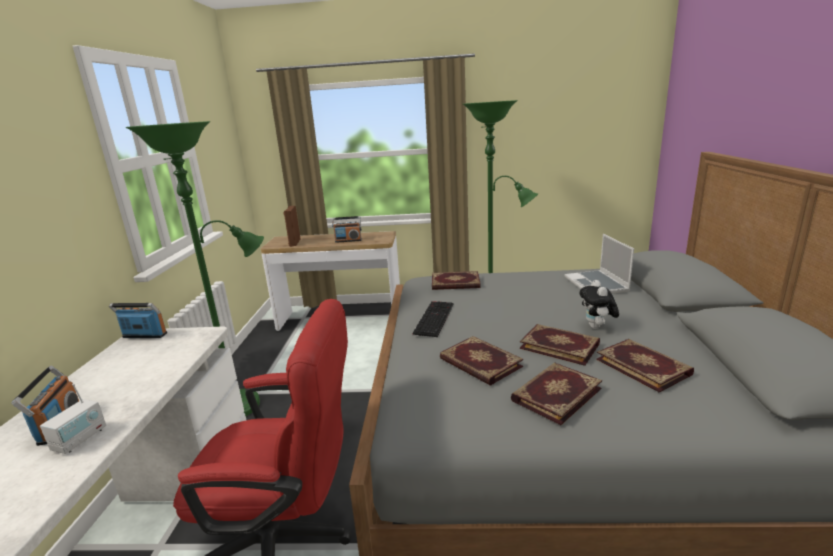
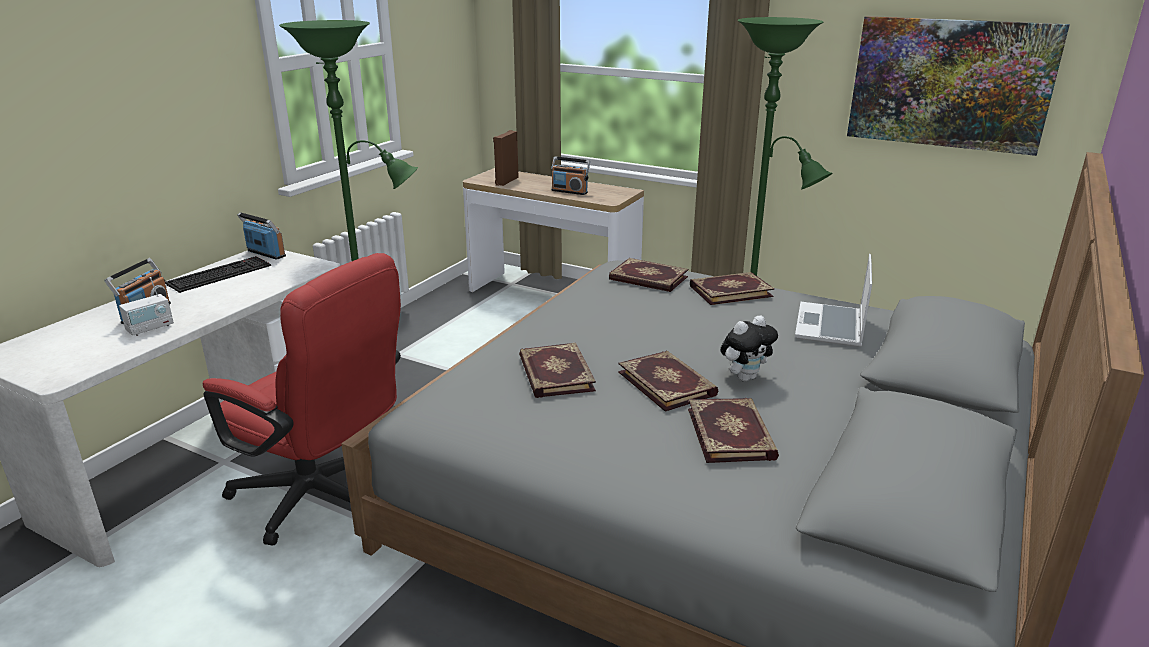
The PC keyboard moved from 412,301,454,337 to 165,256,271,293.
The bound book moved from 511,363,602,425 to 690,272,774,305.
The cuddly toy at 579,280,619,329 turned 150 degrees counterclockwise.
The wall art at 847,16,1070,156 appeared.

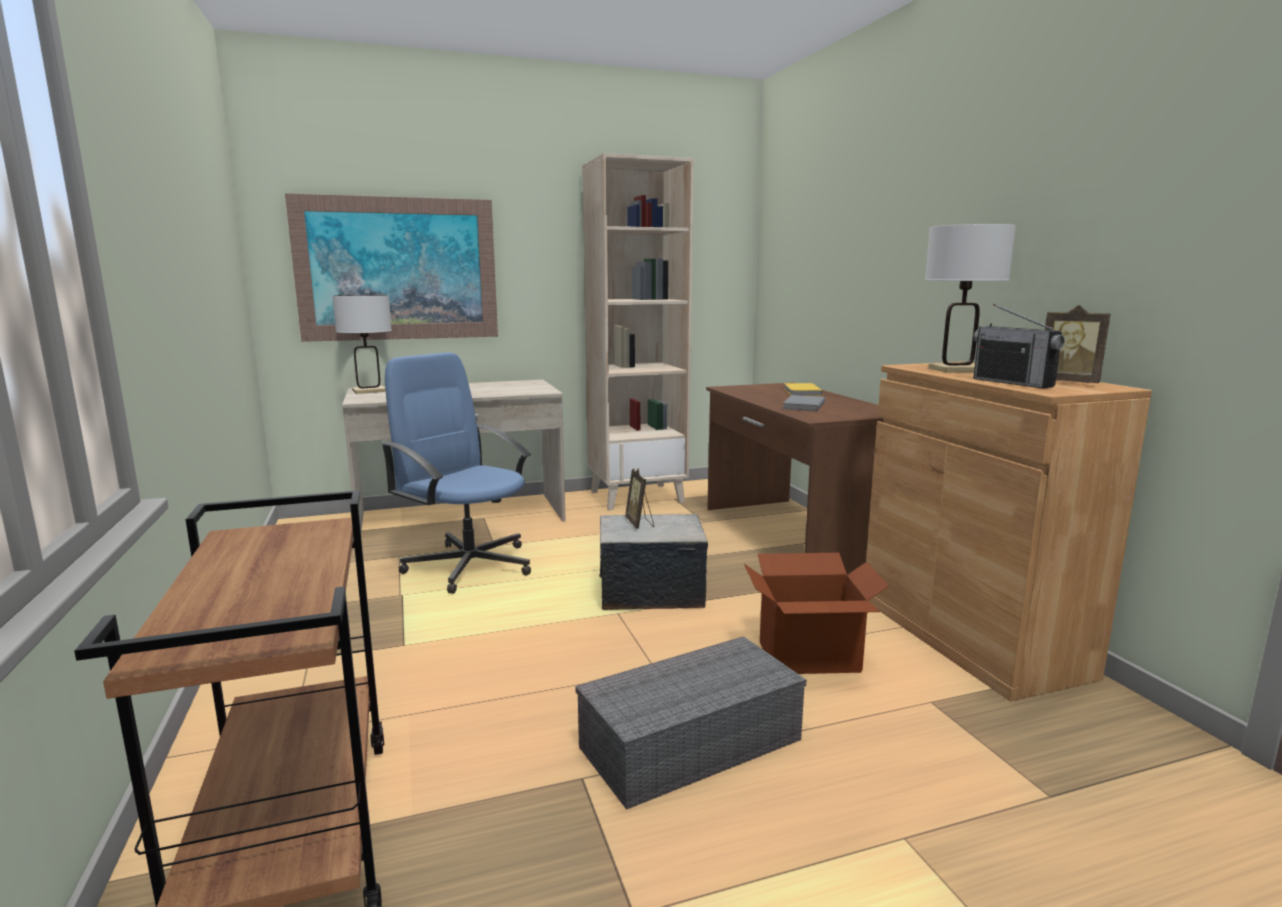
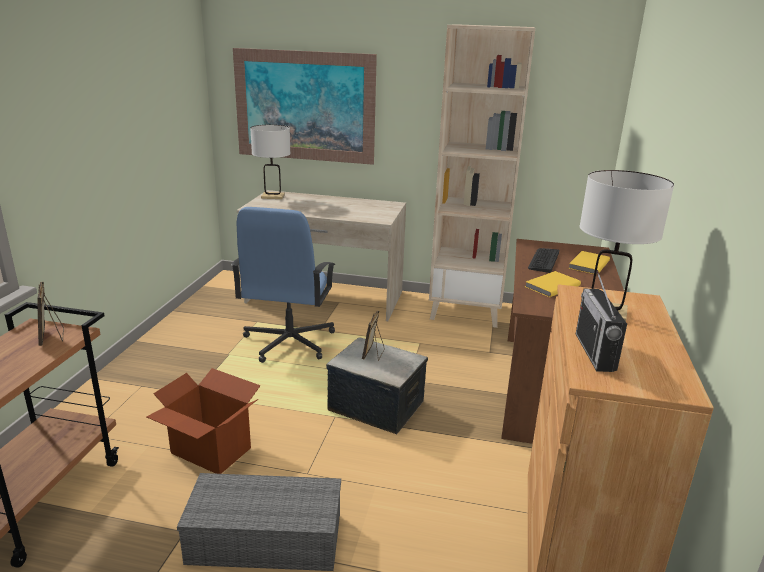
The picture frame moved from 1045,305,1111,383 to 37,282,64,346.
The carton moved from 744,553,889,674 to 146,368,261,474.
The computer chair (blue) at 381,352,531,594 turned 150 degrees counterclockwise.
The bound book (grey) at 783,395,825,411 became the bound book (yellow) at 525,271,581,297.
The PC keyboard at 528,248,559,273 appeared.

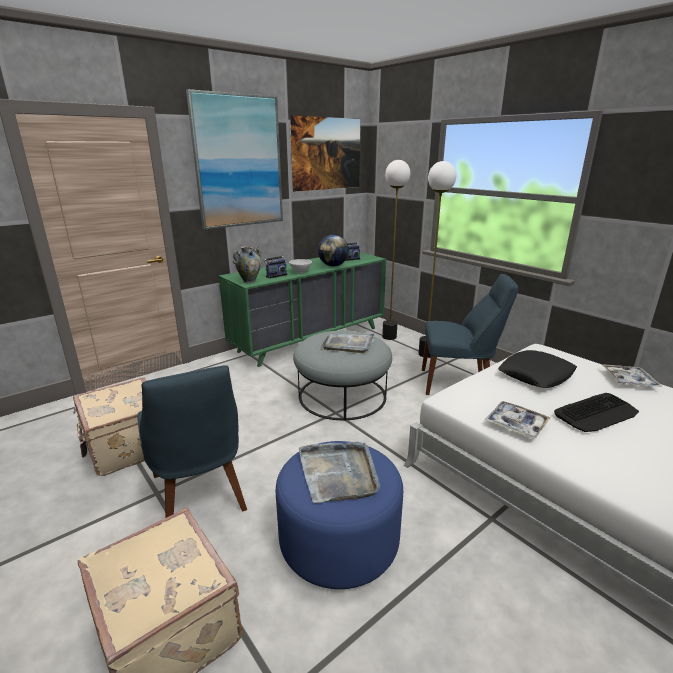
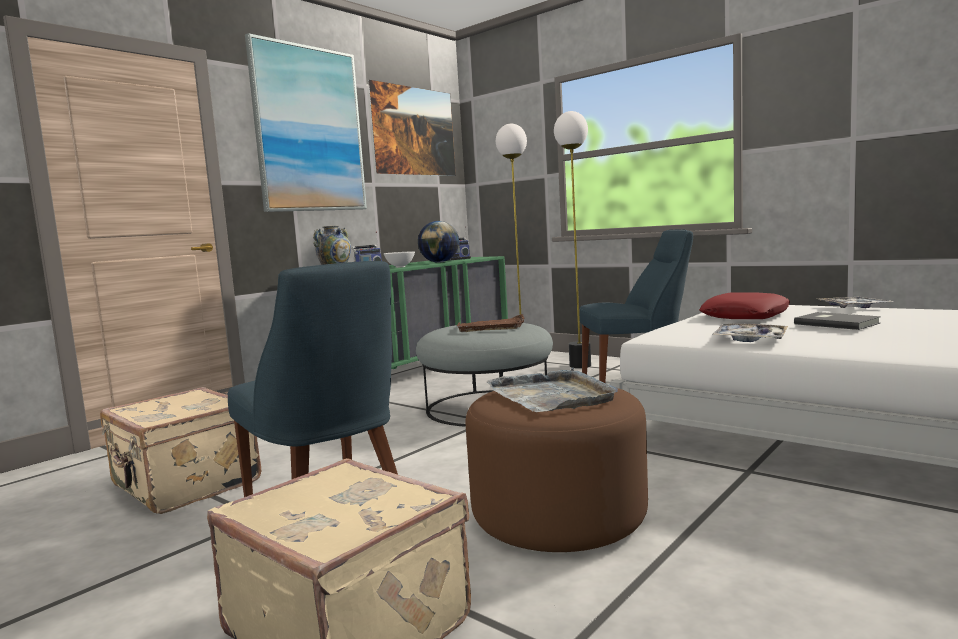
The tray (grey) at 321,333,375,353 became the tray (brownish) at 457,314,525,332.
The ottoman (blue) at 276,441,403,589 became the ottoman (brownish) at 466,388,648,552.
The cushion (blackish) at 498,350,577,388 became the cushion (red) at 699,292,790,319.
The PC keyboard at 554,393,639,432 was replaced by the bound book (grey) at 794,312,881,330.

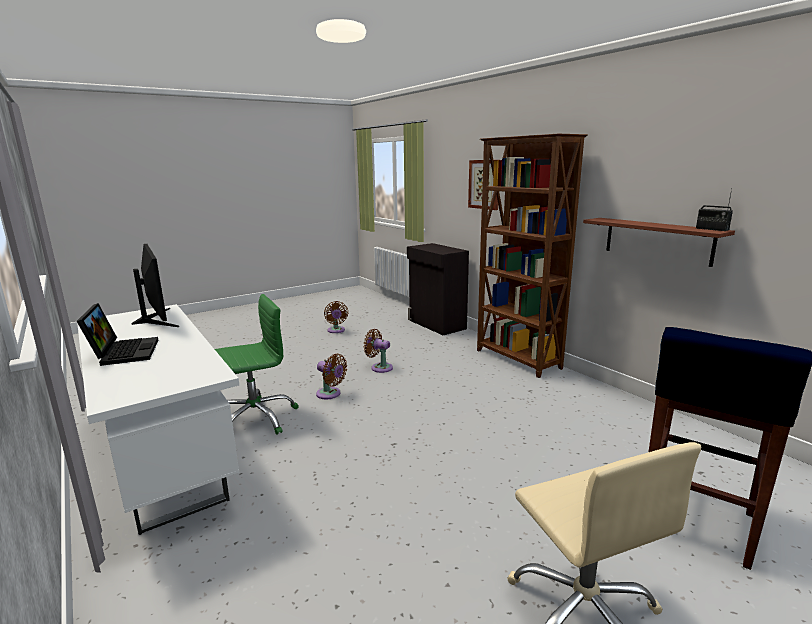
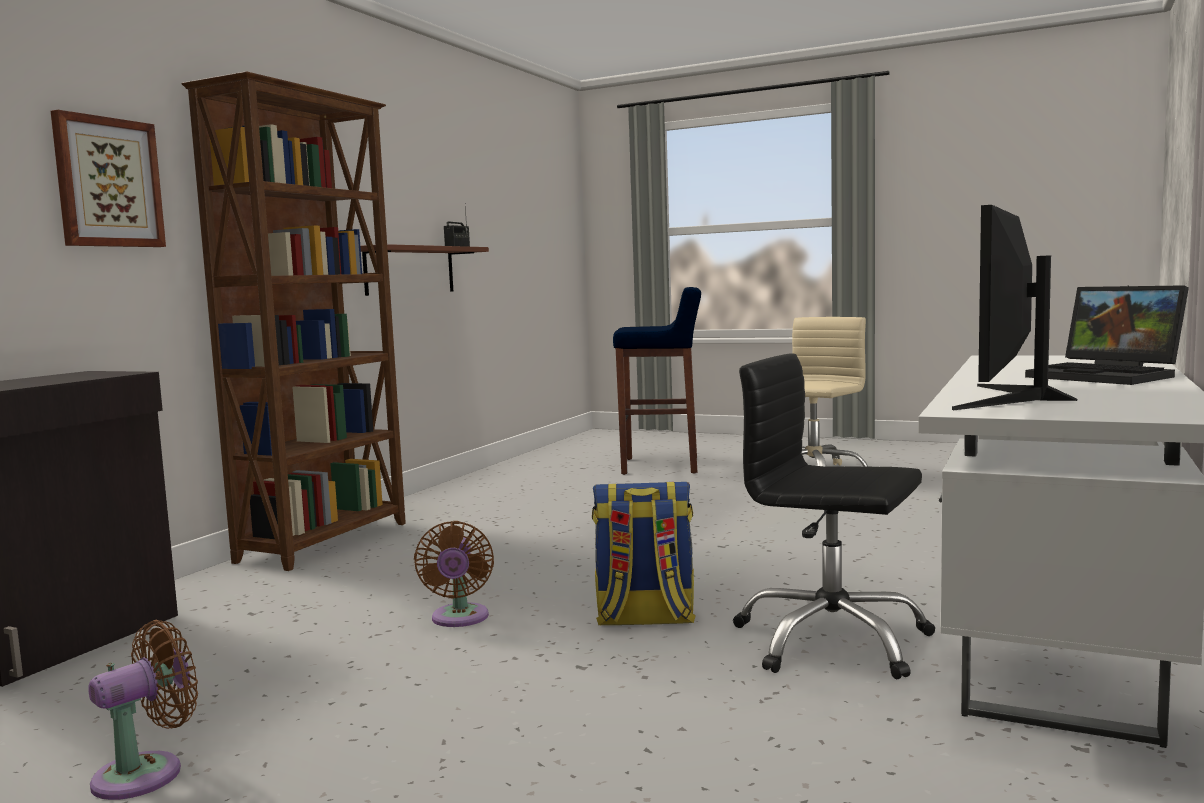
The electric fan (brownish) at 316,354,347,399 was replaced by the knapsack at 592,482,696,625.
The computer chair (greenish) at 215,294,299,435 became the computer chair (blackish) at 733,354,935,679.
The portable computer at 77,303,158,366 turned 75 degrees counterclockwise.

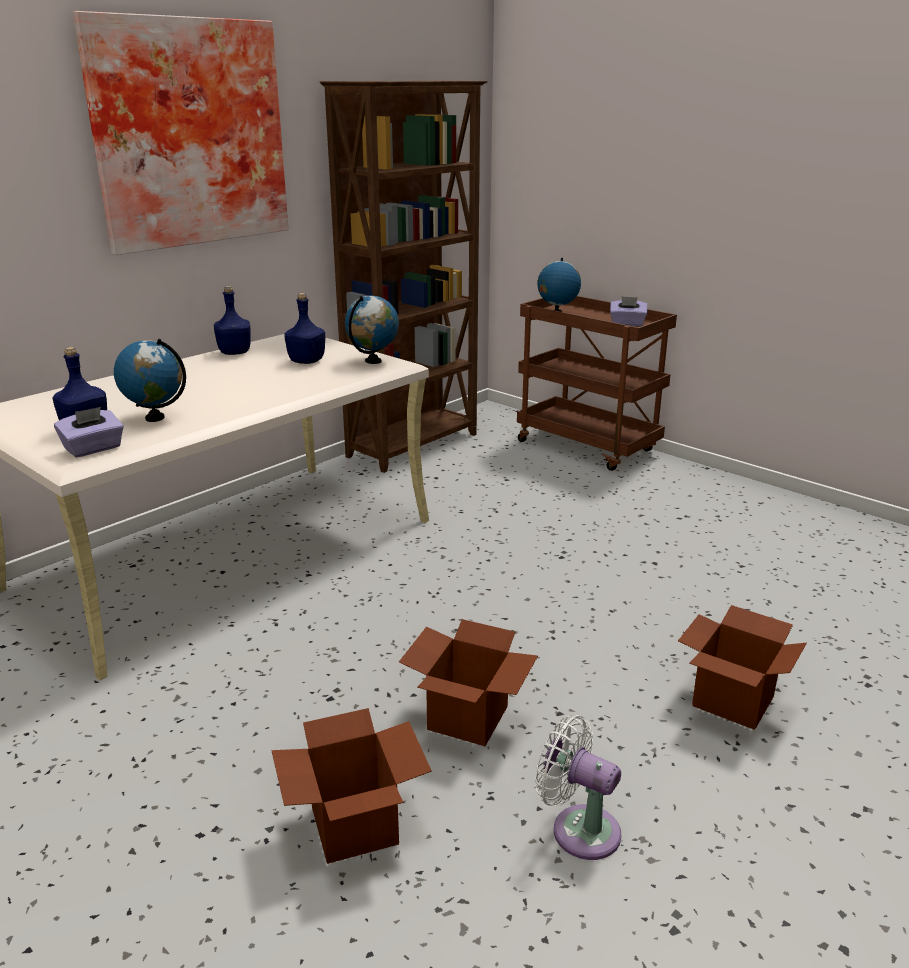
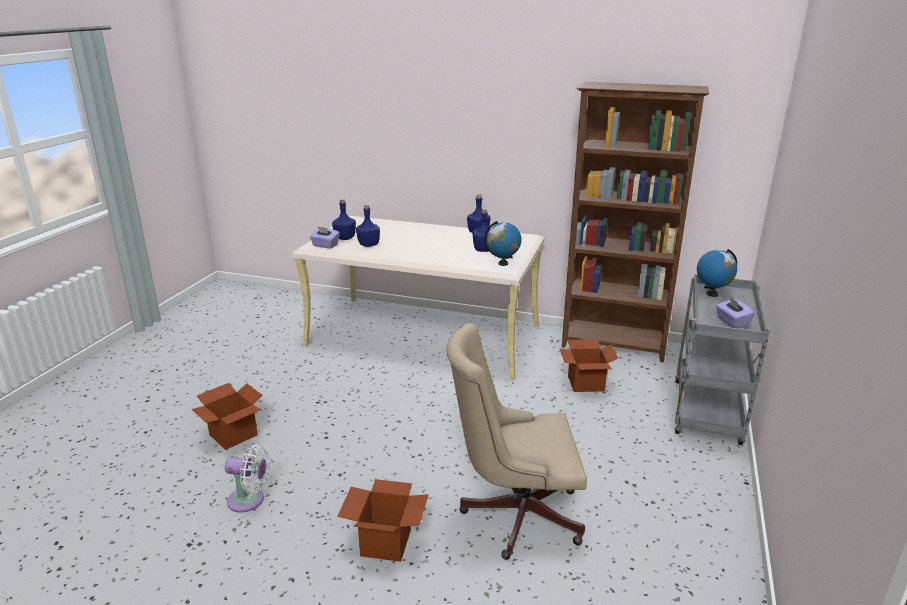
The electric fan (white-coloured) at 535,715,621,860 turned 90 degrees clockwise.
The globe at 114,339,186,422 was replaced by the beverage bottle (blue) at 356,205,380,247.
The computer chair (beige-coloured) at 446,323,587,560 appeared.
The carton moved from 399,619,538,746 to 559,339,618,392.
The wheeled cart (brownish) at 517,296,677,471 became the wheeled cart (grey) at 675,274,770,445.
The wall art at 73,11,289,255 disappeared.

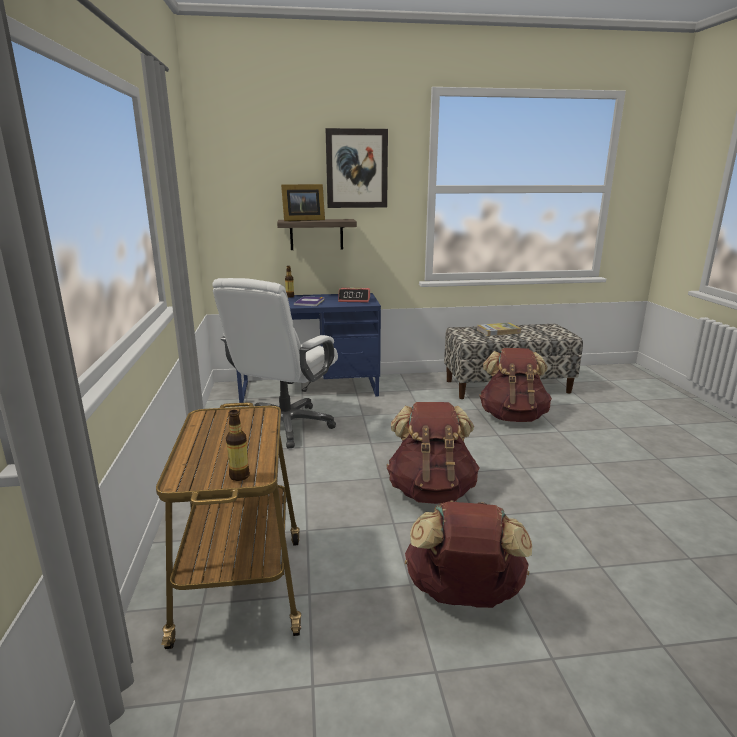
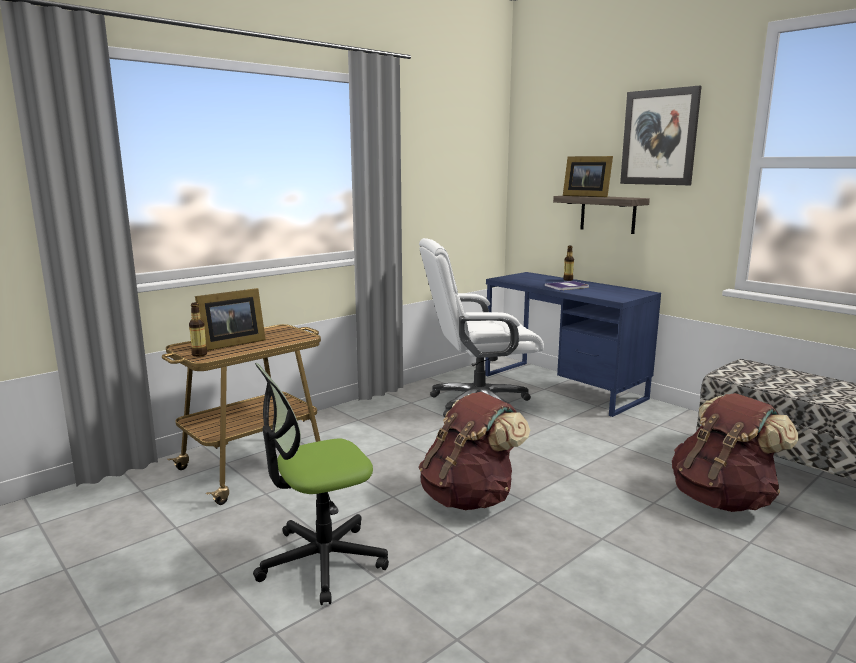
The picture frame at 195,288,266,351 appeared.
The knapsack (brownish) at 405,501,532,608 was replaced by the computer chair at 253,363,389,605.
The table clock at 338,288,370,302 disappeared.
The bound book at 477,322,521,336 disappeared.

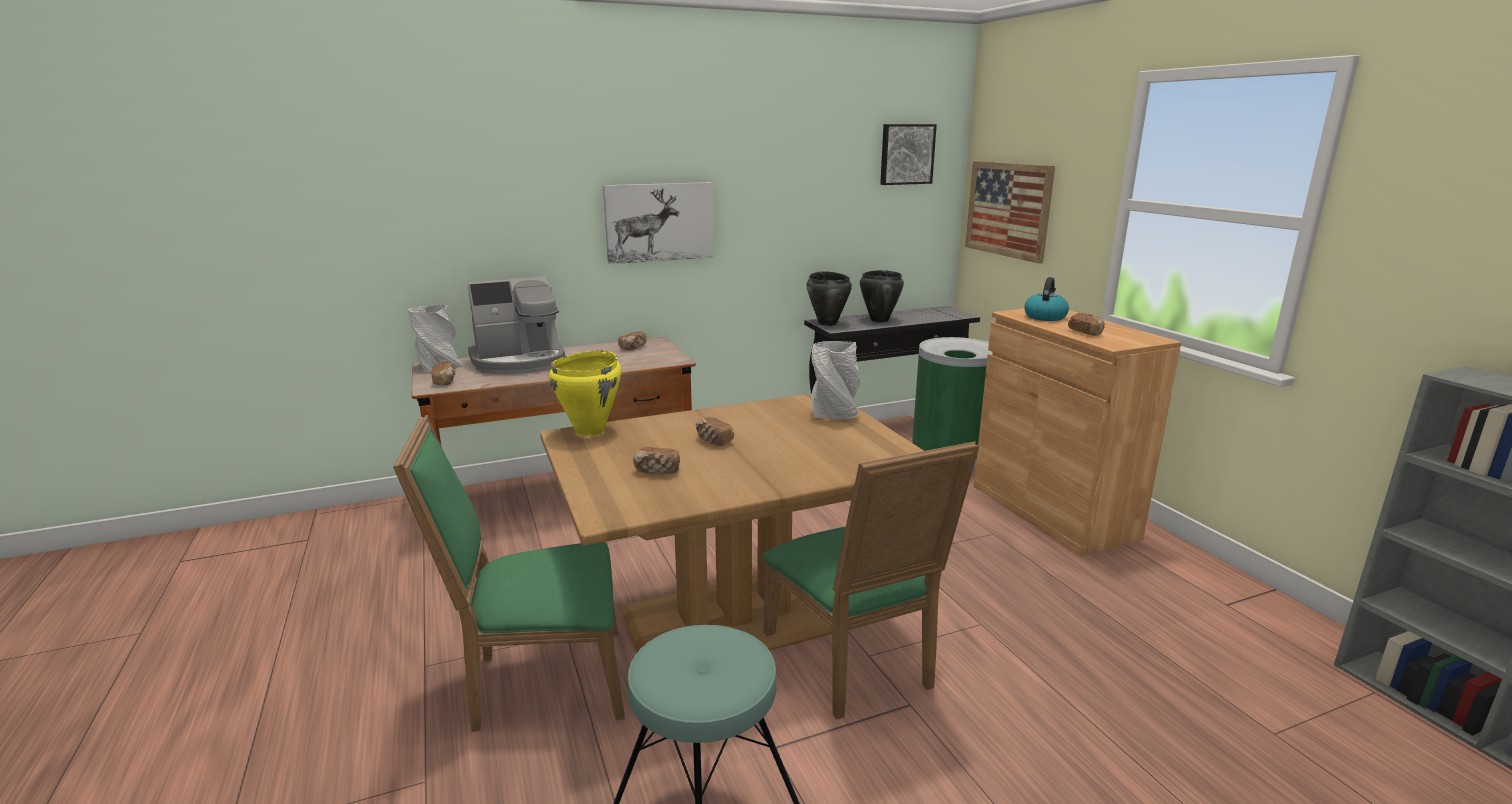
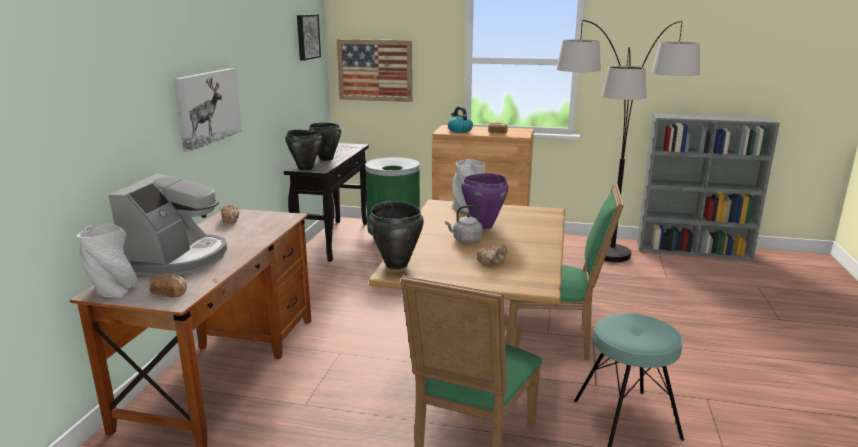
The stockpot (yellow) at 549,351,621,436 became the stockpot (blackish) at 368,201,424,269.
The bakery bread at 696,417,734,446 was replaced by the kettle (grey) at 445,205,483,243.
The stockpot (purplish) at 461,173,508,229 appeared.
The standard lamp at 557,20,700,262 appeared.

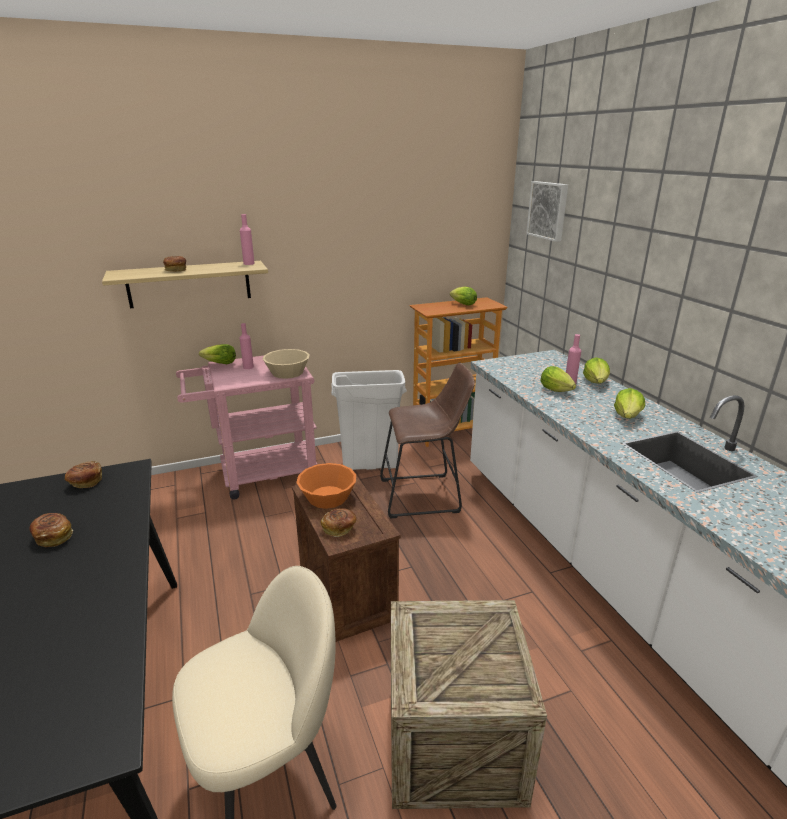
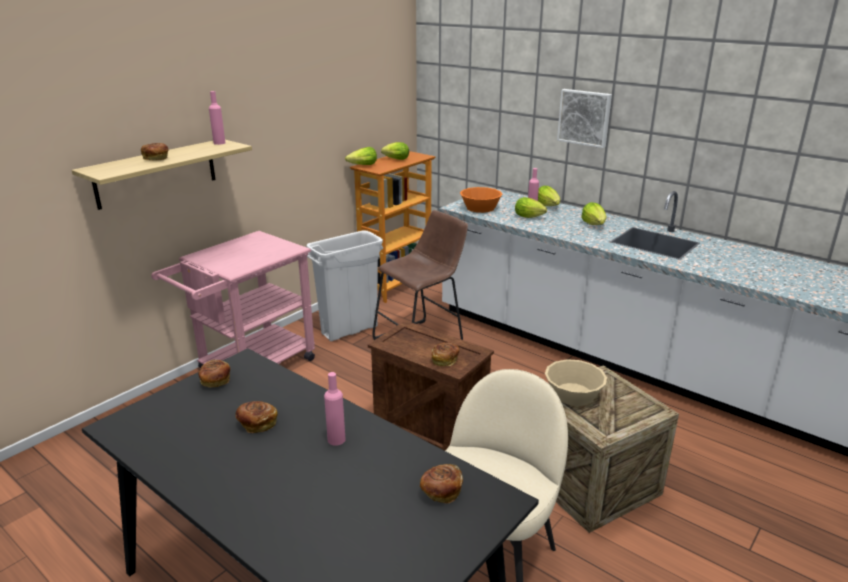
The beverage bottle (pink-coloured) moved from 240,323,254,369 to 324,372,345,446.
The lettuce moved from 199,344,236,364 to 345,147,377,165.
The bakery bread at 420,464,463,504 appeared.
The bowl (orange) moved from 296,463,356,509 to 460,187,502,213.
The bowl (beige-coloured) moved from 263,349,309,379 to 545,359,607,406.
The wall art moved from 526,181,568,242 to 557,89,612,148.

